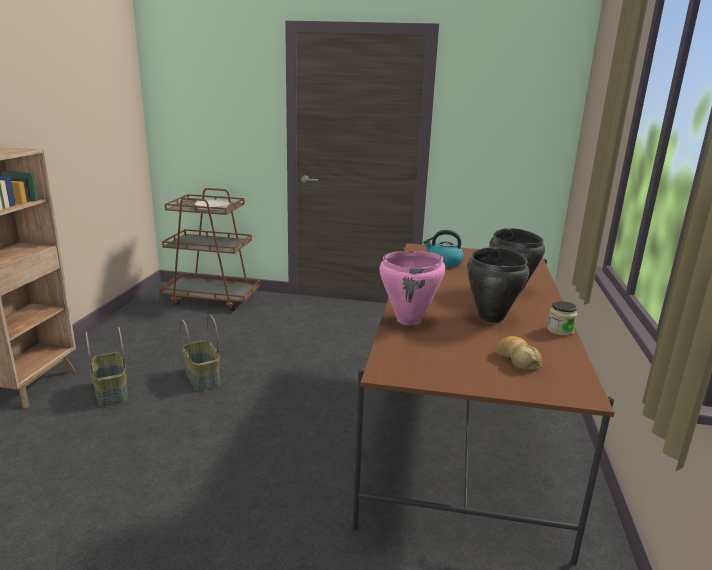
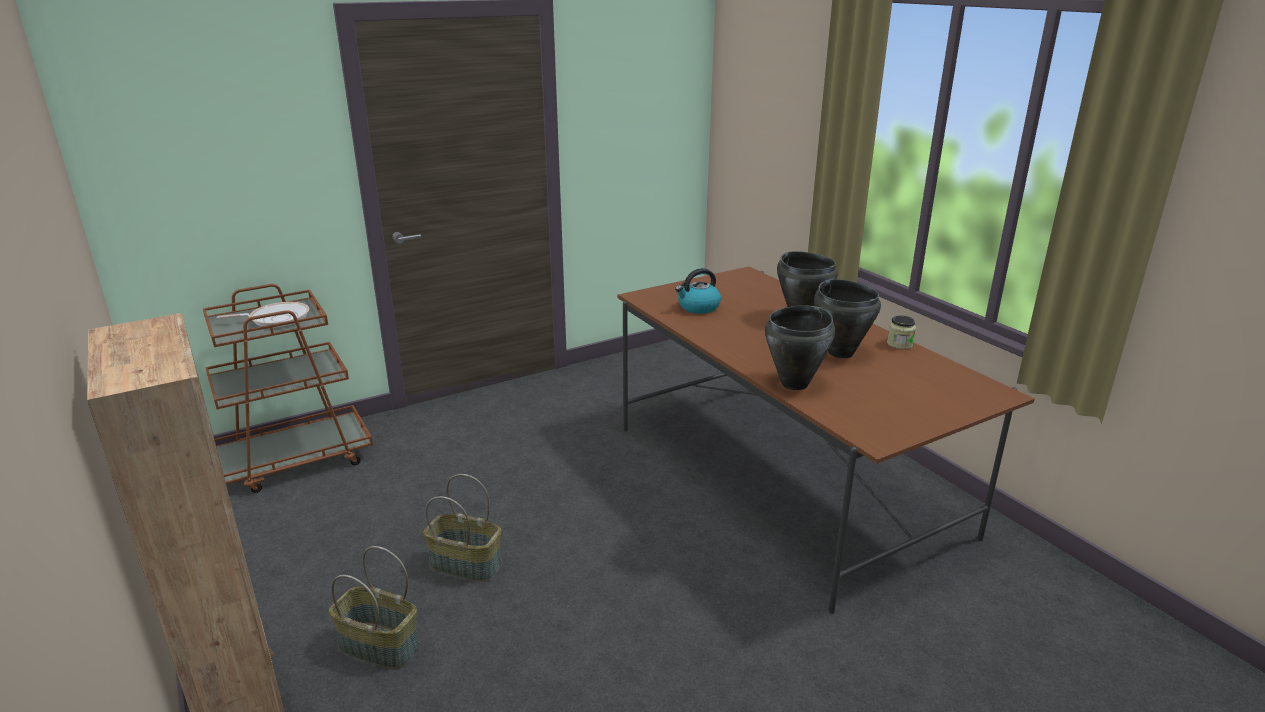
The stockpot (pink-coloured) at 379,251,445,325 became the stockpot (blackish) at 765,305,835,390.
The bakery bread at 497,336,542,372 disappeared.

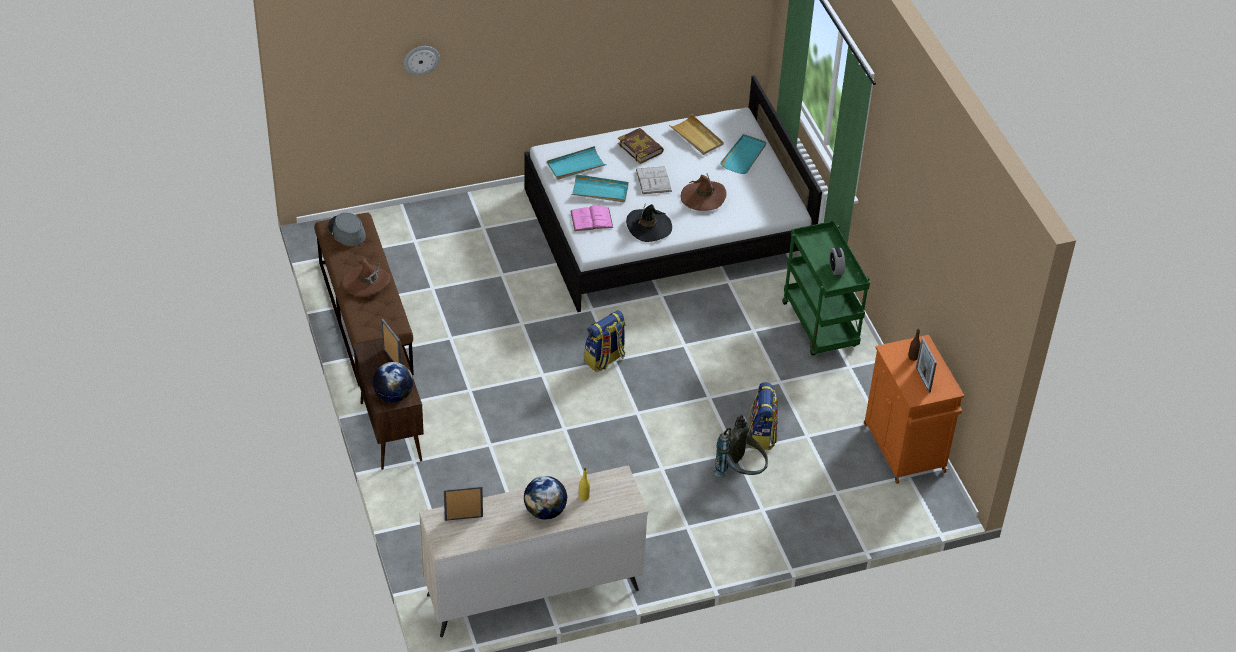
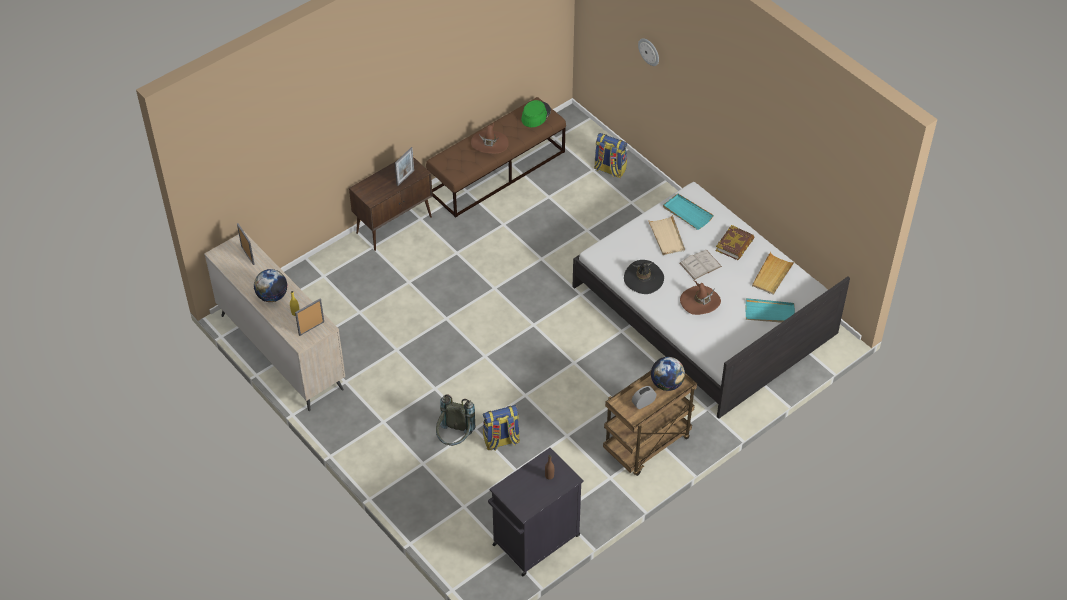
The picture frame moved from 916,338,937,393 to 295,299,324,336.
The cabinet (orange) at 864,335,965,484 became the cabinet (blackish) at 488,448,584,577.
The hat (grey) at 328,213,366,246 became the hat (greenish) at 521,100,551,127.
The knapsack moved from 584,311,626,372 to 594,133,627,178.
The wheeled cart (greenish) at 782,221,870,356 became the wheeled cart (brownish) at 603,371,697,476.
The tray (turquoise) at 572,174,629,202 became the tray (beige-coloured) at 648,215,685,255.
The globe moved from 373,362,413,402 to 651,357,685,391.
The bound book (pink-coloured) at 571,206,613,231 disappeared.

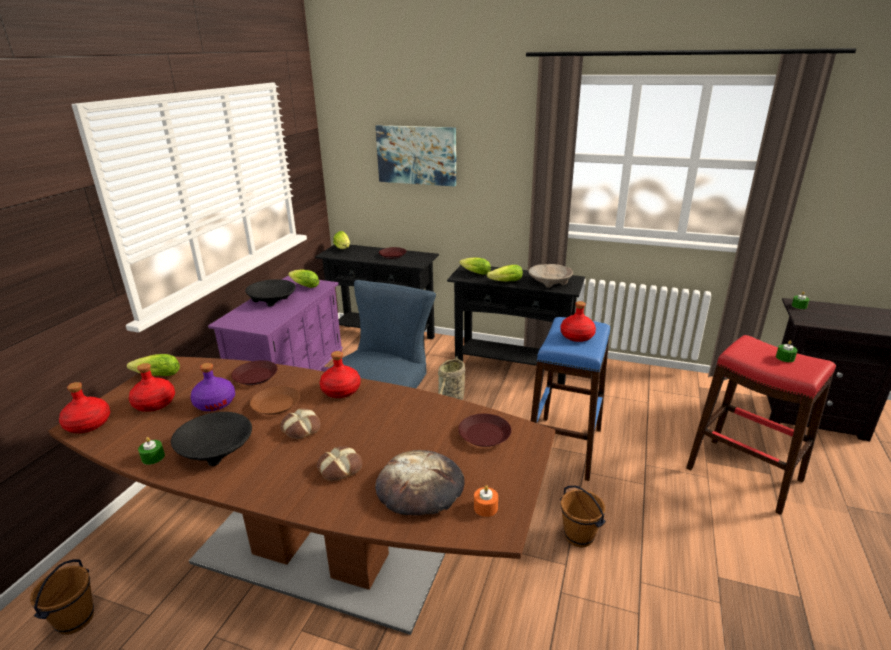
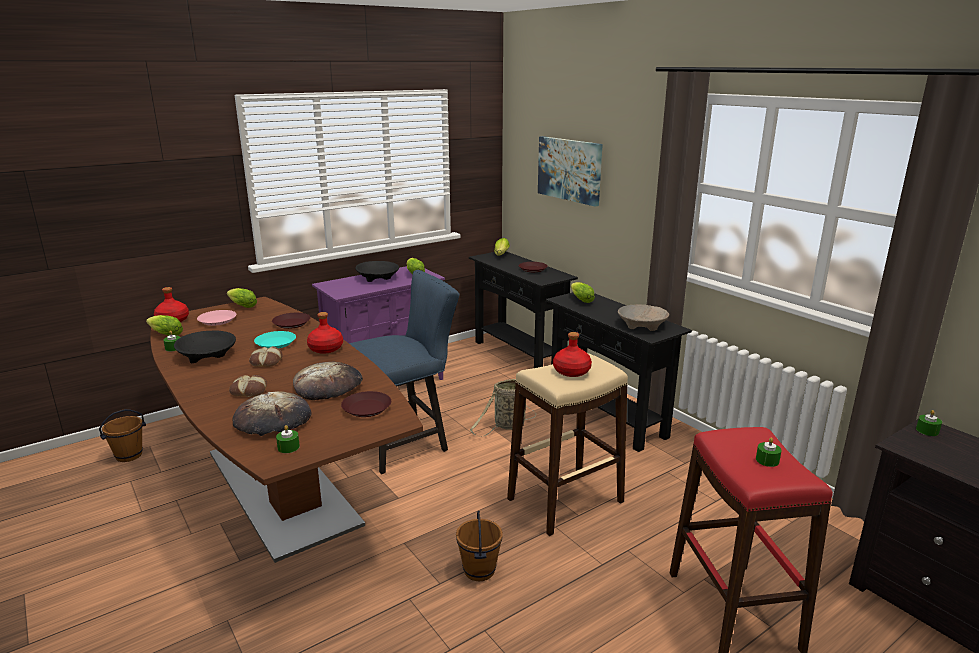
The lettuce moved from 487,265,523,282 to 146,315,183,336.
The beverage bottle (red) at 129,363,175,412 was replaced by the flat dish (pink-coloured) at 197,310,237,326.
The flat dish (brownish) at 250,386,300,415 became the flat dish (turquoise) at 254,331,296,349.
The wax candle (orange) at 474,485,498,517 became the wax candle (greenish) at 276,425,300,453.
The bakery bread at 293,362,363,400 appeared.
The sitting stool (blue) at 531,317,610,481 became the sitting stool (beige-coloured) at 507,353,628,536.
The beverage bottle (purplish) at 190,363,235,411 disappeared.

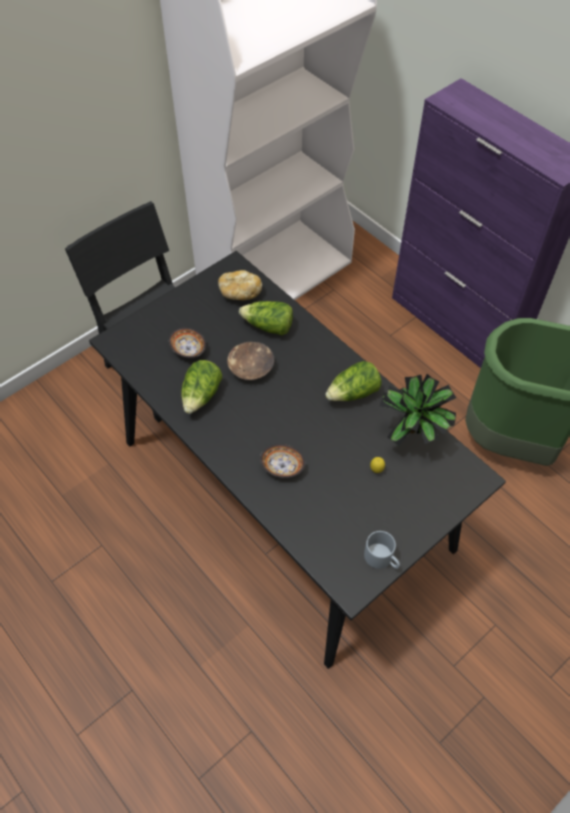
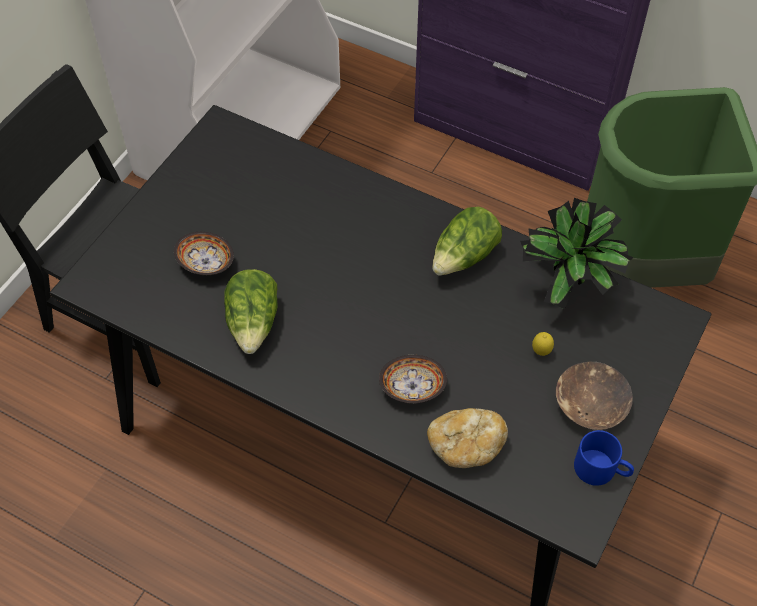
The bakery bread moved from 218,270,262,300 to 427,408,508,468.
The bowl (brownish) moved from 227,342,274,380 to 556,362,633,430.
The coffee mug (grey) at 364,531,400,569 became the coffee mug (blue) at 574,430,634,486.
The lettuce at 239,301,293,335 disappeared.

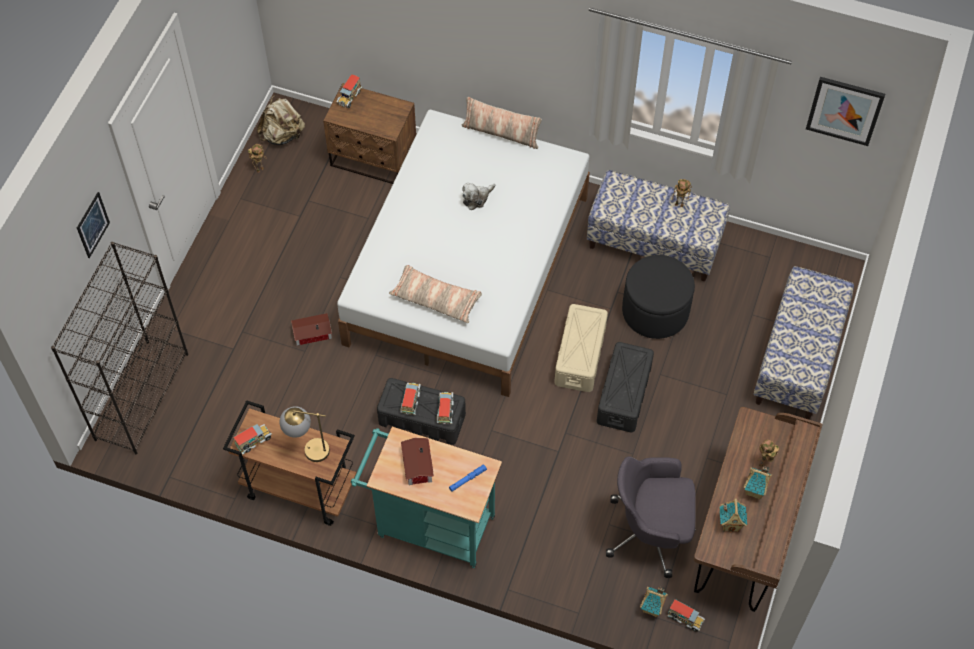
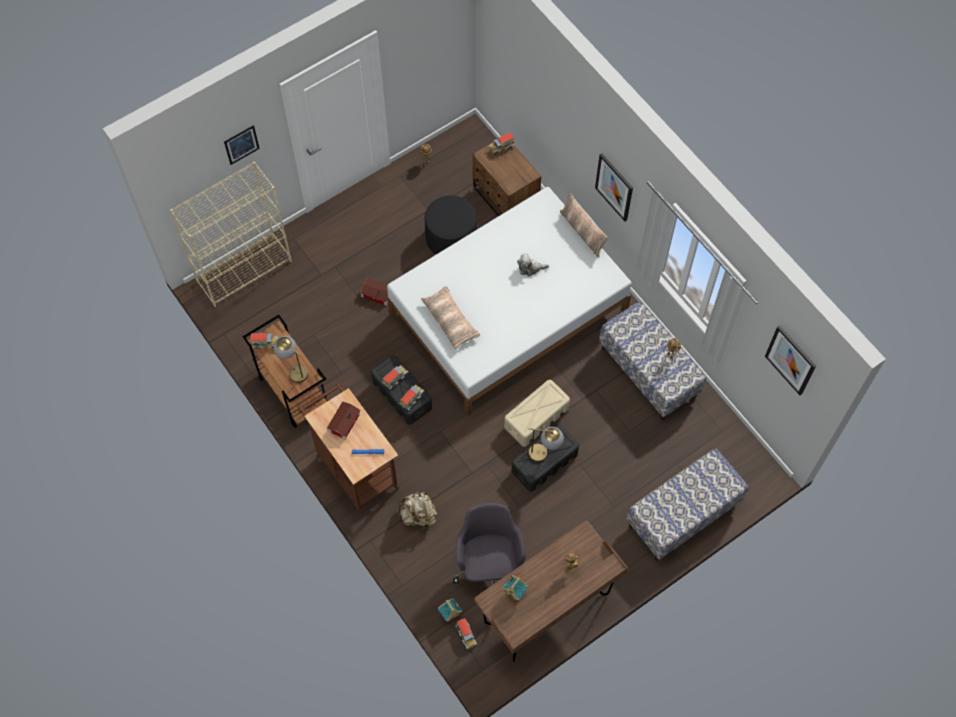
The bookcase (blackish) at 51,242,188,455 became the bookcase (beige-coloured) at 170,162,292,307.
The wheeled cart (turquoise) at 351,427,502,568 became the wheeled cart (brownish) at 298,383,400,513.
The knapsack (beige-coloured) moved from 257,96,305,145 to 397,492,437,531.
The ottoman (blackish) moved from 622,255,695,339 to 425,195,477,255.
The computer chair (grey) at 606,457,696,578 turned 45 degrees clockwise.
The lamp for a table at 528,427,564,462 appeared.
The wall art at 595,153,633,222 appeared.
The model house at 744,466,772,500 disappeared.

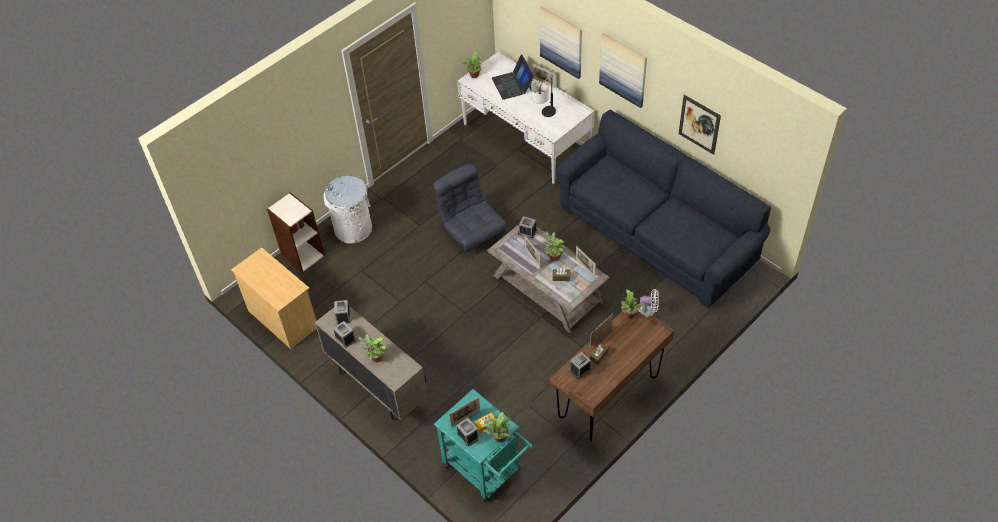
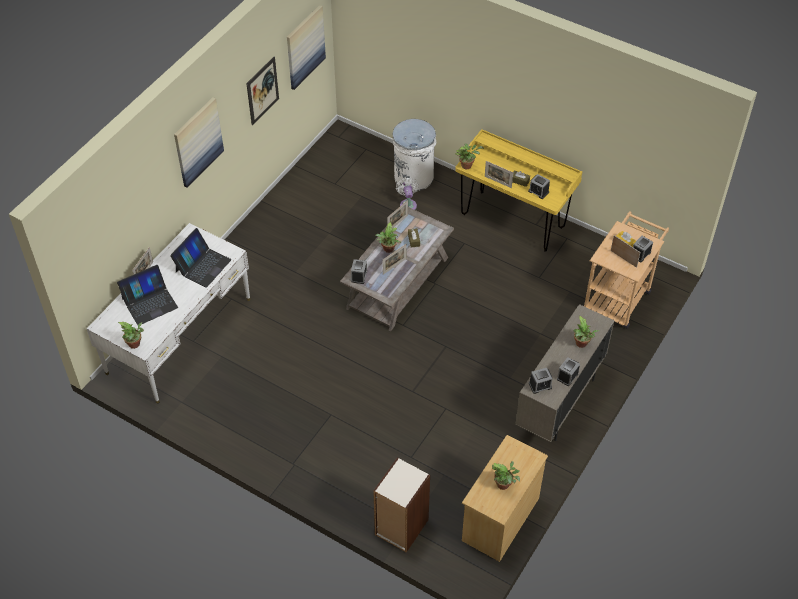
The lamp for a table at 531,77,556,117 was replaced by the portable computer at 170,228,232,288.
The wall art moved from 540,6,582,79 to 287,5,326,90.
The rubbish bin (white-coloured) moved from 323,176,372,243 to 392,119,436,192.
The desk unit (brownish) at 550,311,674,442 became the desk unit (yellow) at 455,129,582,252.
The houseplant moved from 483,412,511,442 to 492,461,520,490.
The wheeled cart (turquoise) at 434,389,533,502 became the wheeled cart (beige-coloured) at 584,211,669,329.
The armchair (grey) at 433,164,507,252 disappeared.
The couch (blue) at 555,110,771,308 disappeared.

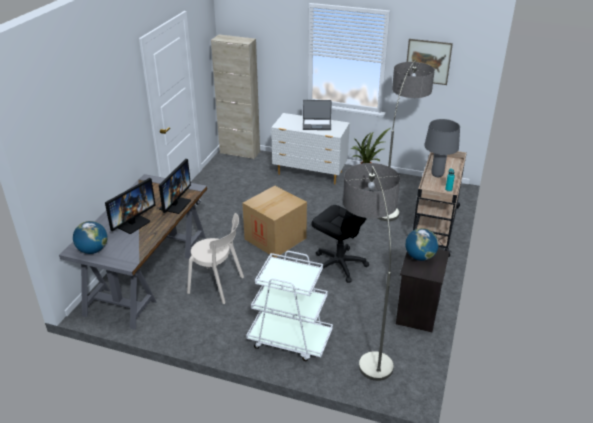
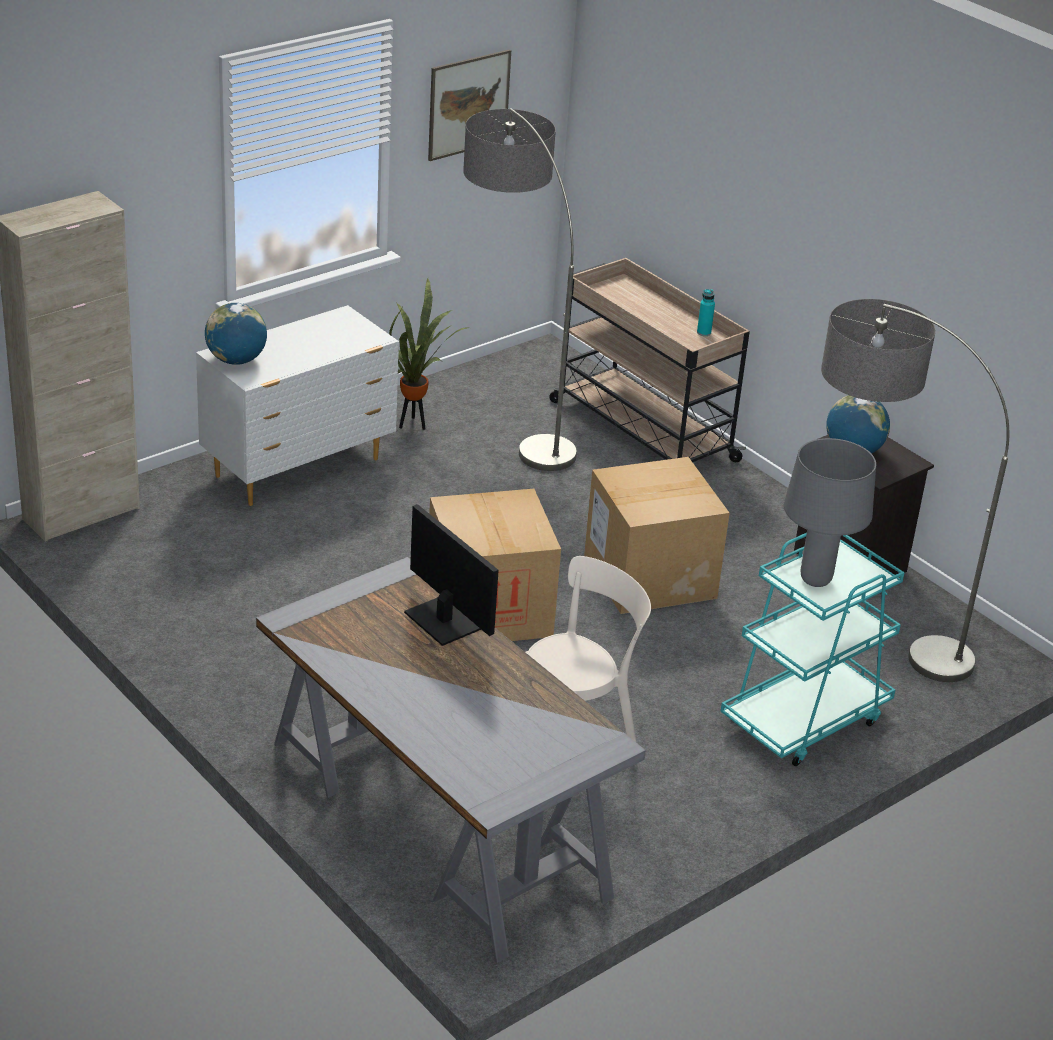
The globe moved from 73,221,107,254 to 205,303,267,365.
The computer chair (blackish) at 312,190,372,283 was replaced by the carton at 584,457,730,614.
The wheeled cart (white-coloured) at 246,251,333,361 became the wheeled cart (turquoise) at 720,533,905,766.
The lamp for a table (grey) moved from 424,119,460,177 to 784,438,876,587.
The computer screen at 105,178,156,234 disappeared.
The portable computer at 303,100,332,130 disappeared.

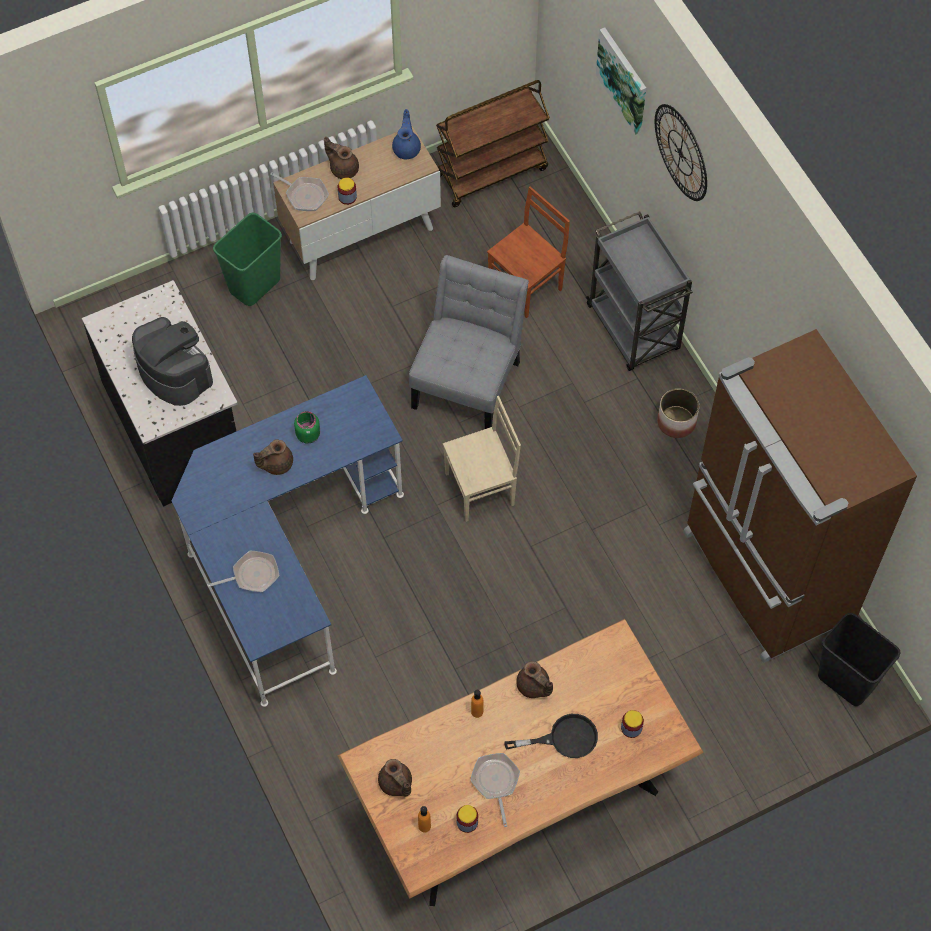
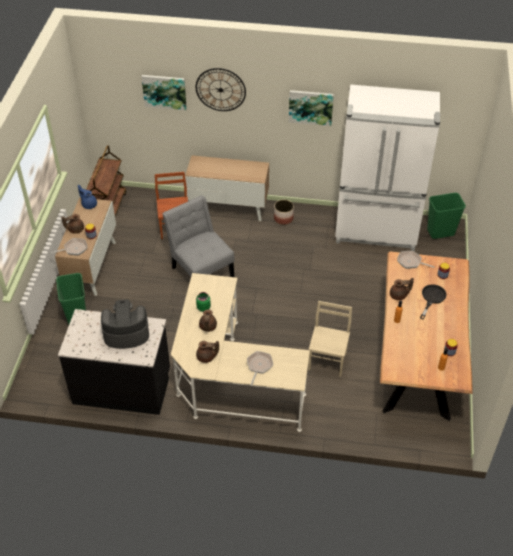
The desk unit (blue) at 172,375,404,707 became the desk unit (beige-coloured) at 171,273,310,432.
The wheeled cart (grey) at 586,211,693,371 was replaced by the cabinet at 185,155,269,221.
The teapot (brownish) moved from 378,759,412,797 to 196,341,219,363.
The wall art at 289,90,334,126 appeared.
The upright chair (beige-coloured) moved from 443,396,521,522 to 308,301,352,377.
The refrigerator (brownish) at 683,329,917,663 became the refrigerator (white-coloured) at 335,84,440,251.
The frying pan moved from 470,753,520,827 to 397,251,435,269.
The rubbish bin (blackish) at 818,613,900,706 became the rubbish bin (greenish) at 427,193,466,239.

